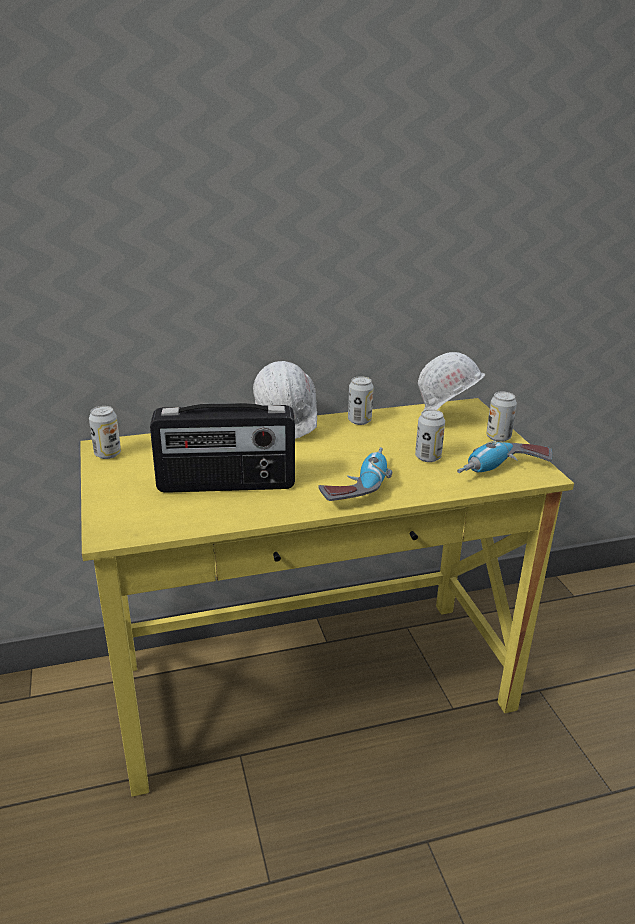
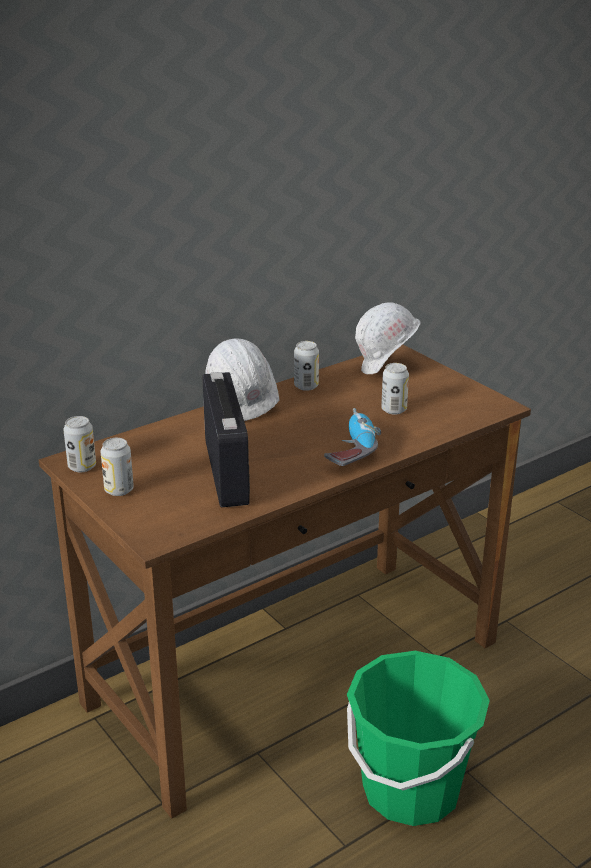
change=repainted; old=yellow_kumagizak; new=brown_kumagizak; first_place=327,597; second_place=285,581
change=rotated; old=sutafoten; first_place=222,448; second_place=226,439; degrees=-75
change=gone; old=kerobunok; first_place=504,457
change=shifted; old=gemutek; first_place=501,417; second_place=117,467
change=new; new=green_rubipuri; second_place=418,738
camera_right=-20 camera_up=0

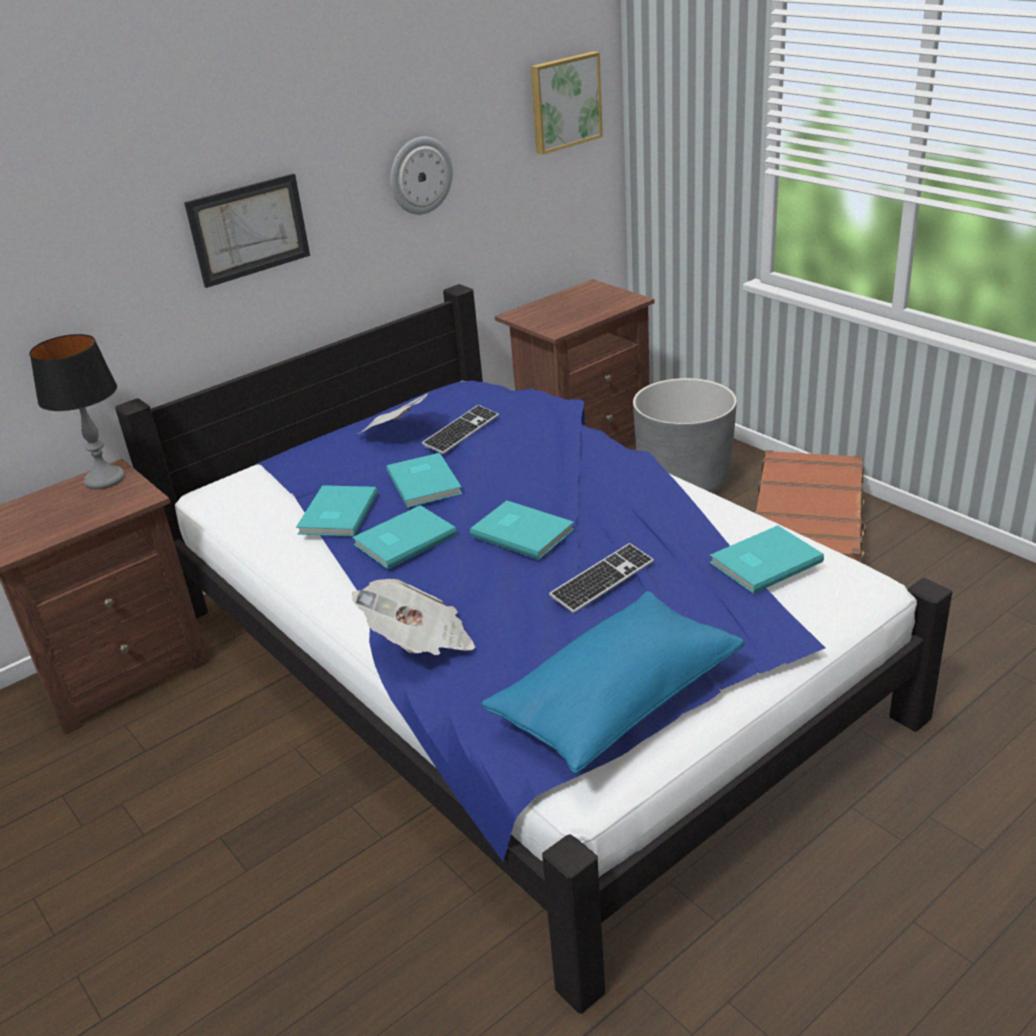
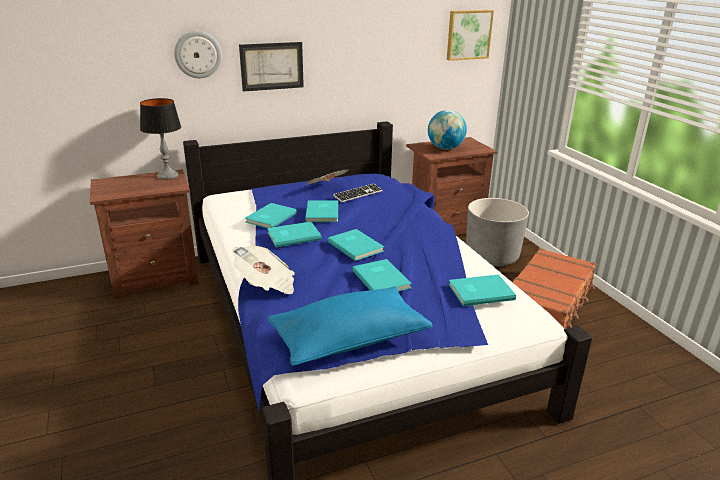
change=shifted; old=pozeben; first_place=421,176; second_place=198,54
change=swapped; old=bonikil; new=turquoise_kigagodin; first_place=601,578; second_place=382,275
change=new; new=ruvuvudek; second_place=447,130
camera_right=15 camera_up=-5

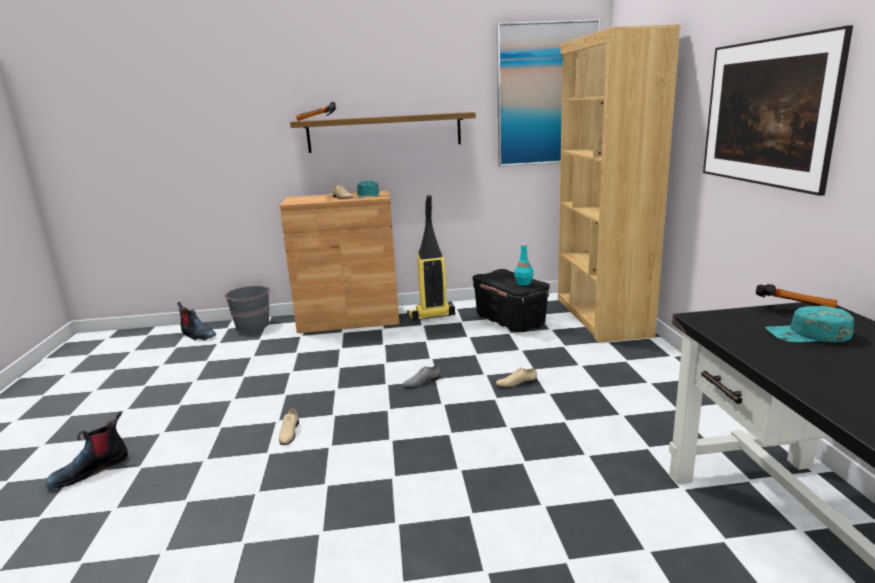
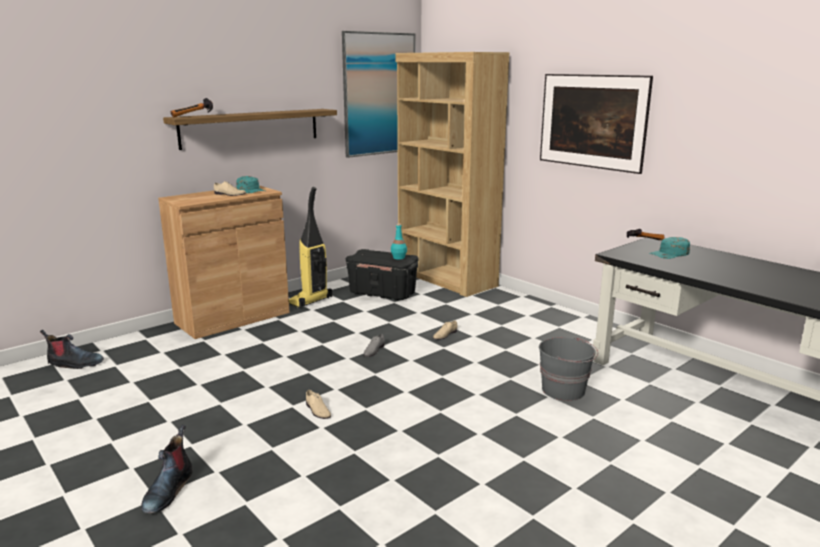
change=shifted; old=grey_rubipuri; first_place=247,309; second_place=568,369
camera_right=-35 camera_up=0

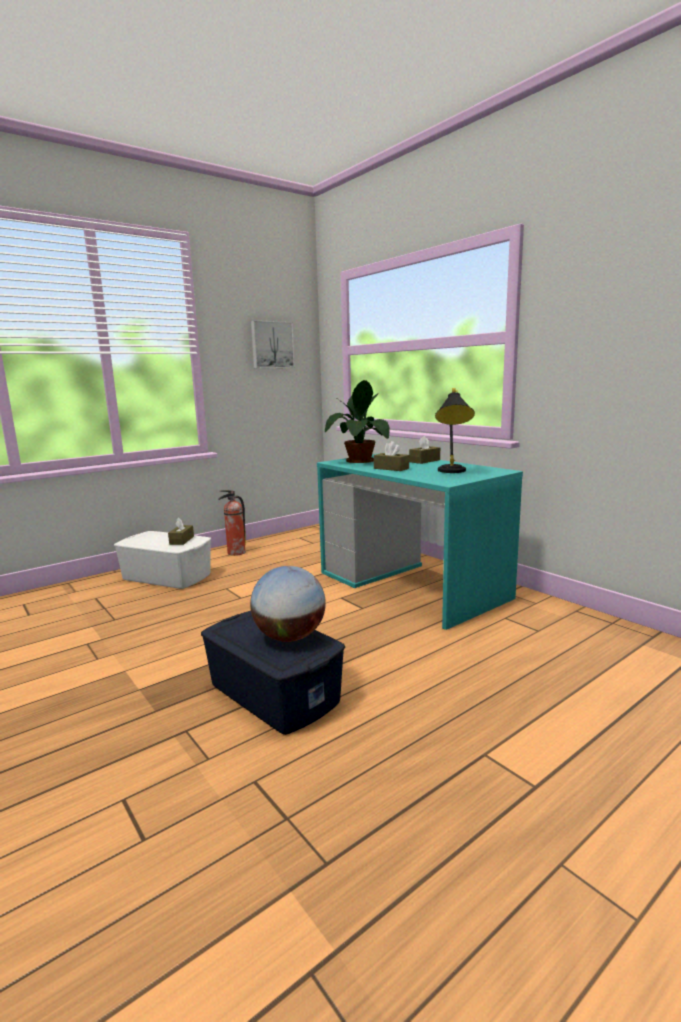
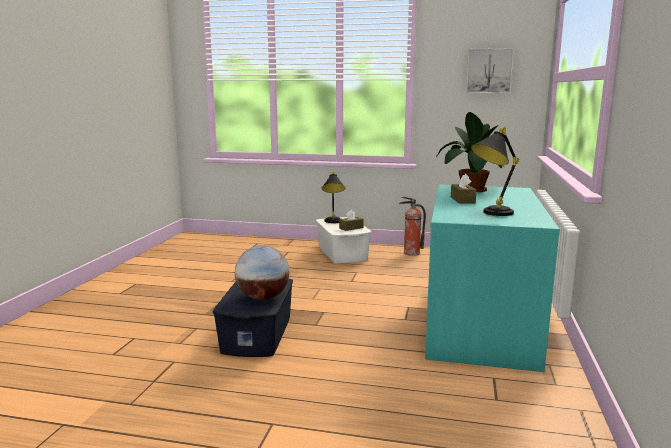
change=gone; old=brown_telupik; first_place=424,450
change=new; new=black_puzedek; second_place=333,197
camera_right=50 camera_up=0

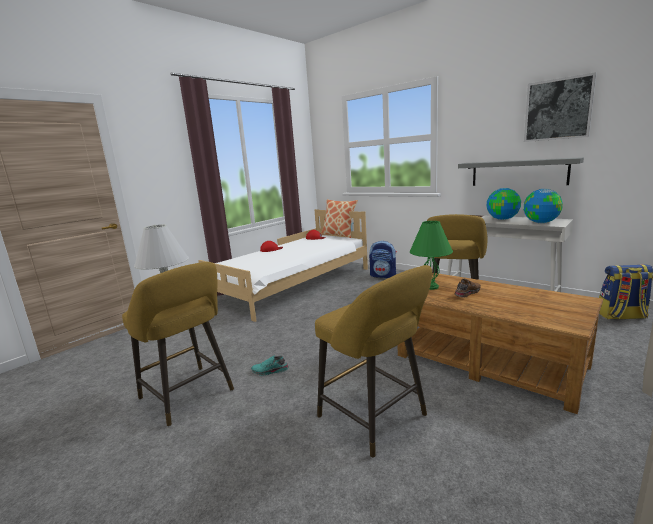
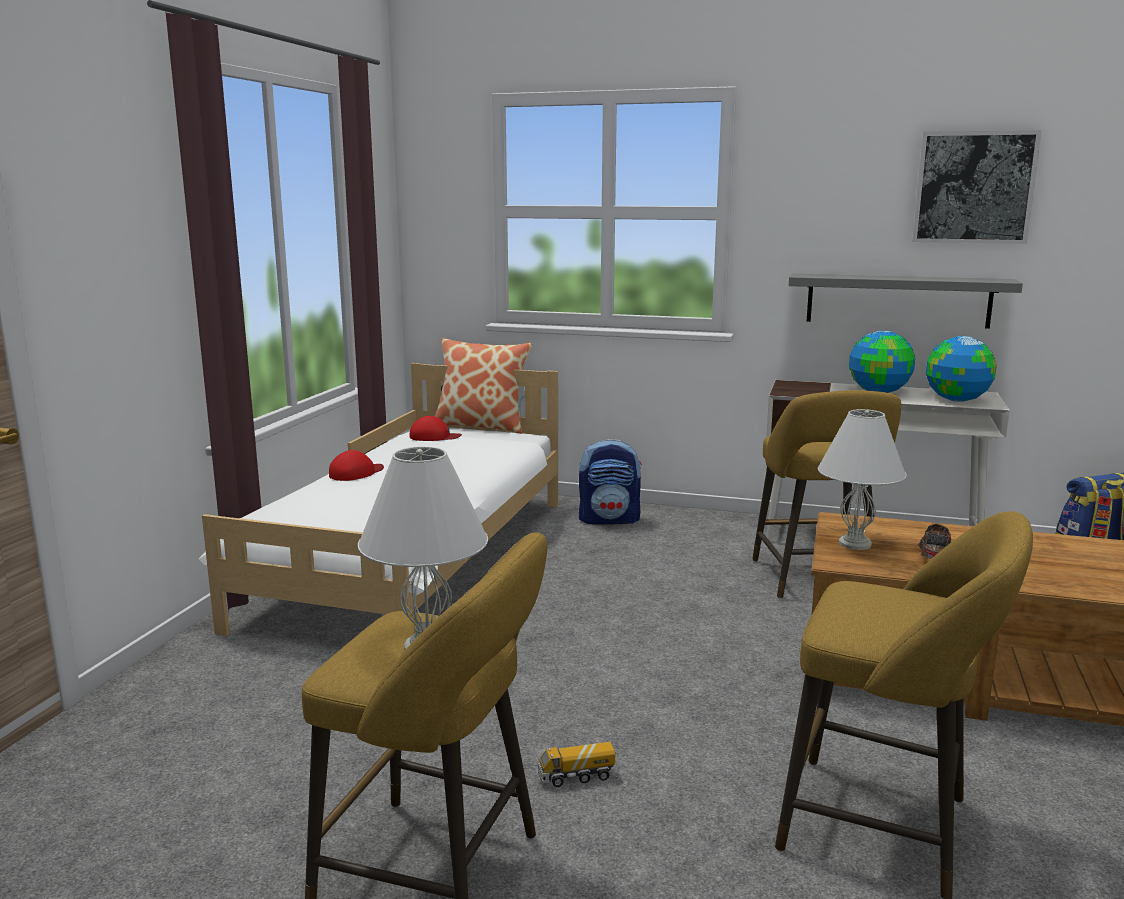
change=swapped; old=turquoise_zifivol; new=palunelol; first_place=270,365; second_place=576,764
change=repainted; old=green_puzedek; new=white_puzedek; first_place=431,255; second_place=862,479
camera_right=-25 camera_up=0

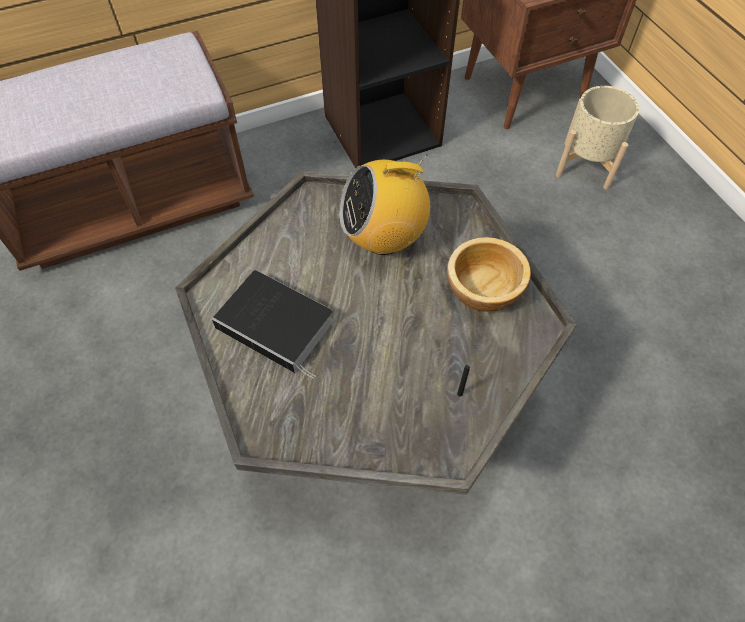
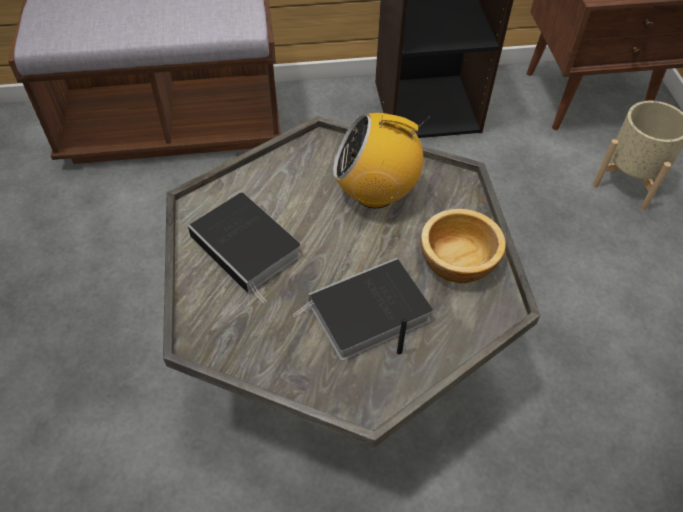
change=new; new=kigagodin; second_place=363,309
camera_right=15 camera_up=-5

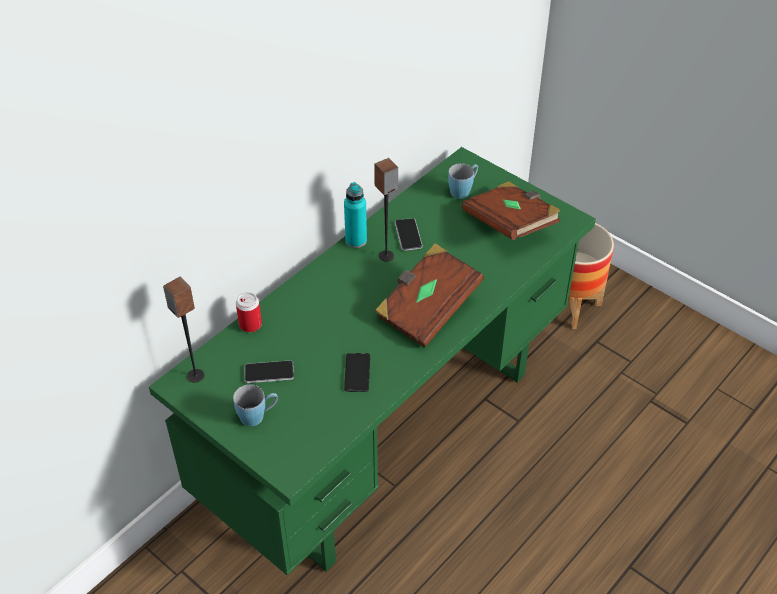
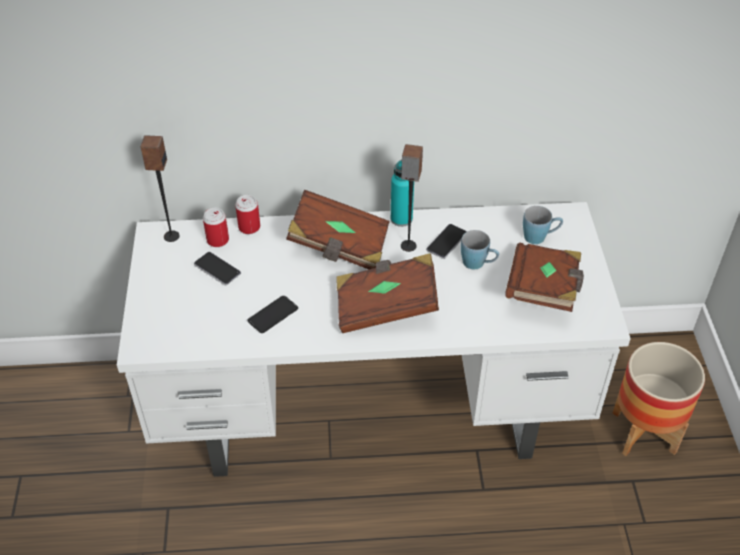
change=repainted; old=green_kumagizak; new=white_kumagizak; first_place=372,361; second_place=374,339
change=shifted; old=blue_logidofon; first_place=255,405; second_place=480,249
change=new; new=gemutek; second_place=216,227
change=new; new=brown_kigagodin; second_place=338,229
camera_right=45 camera_up=0

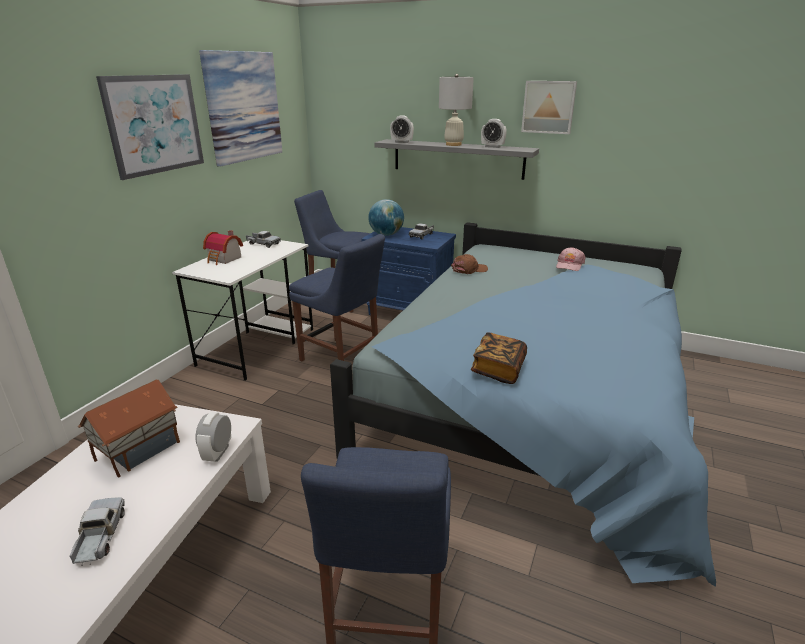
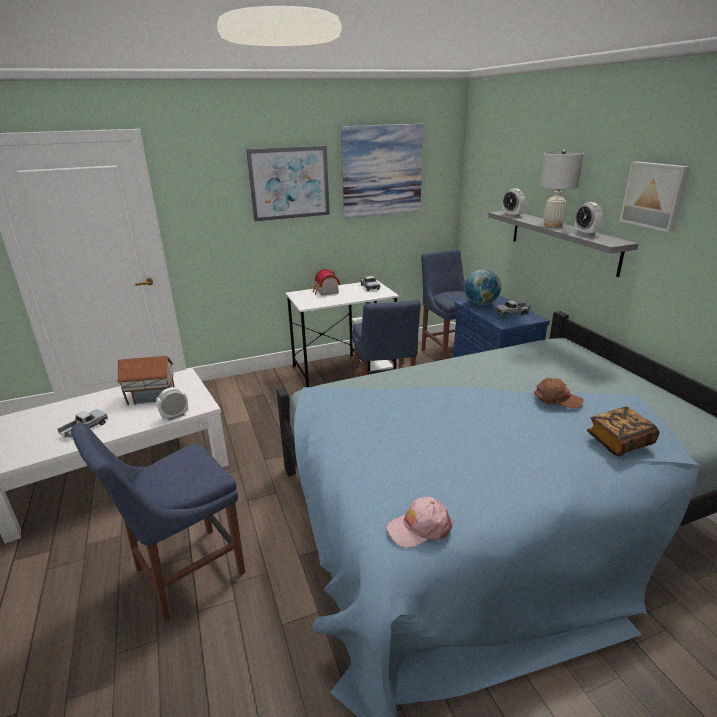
change=shifted; old=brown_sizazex; first_place=469,264; second_place=559,393
change=shifted; old=kigagodin; first_place=499,358; second_place=623,432
change=shifted; old=pink_sizazex; first_place=570,259; second_place=420,522
camera_right=45 camera_up=0

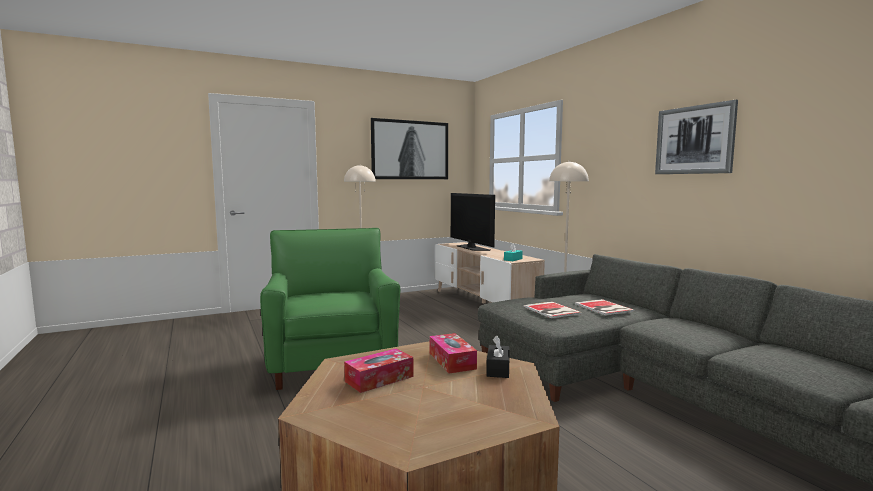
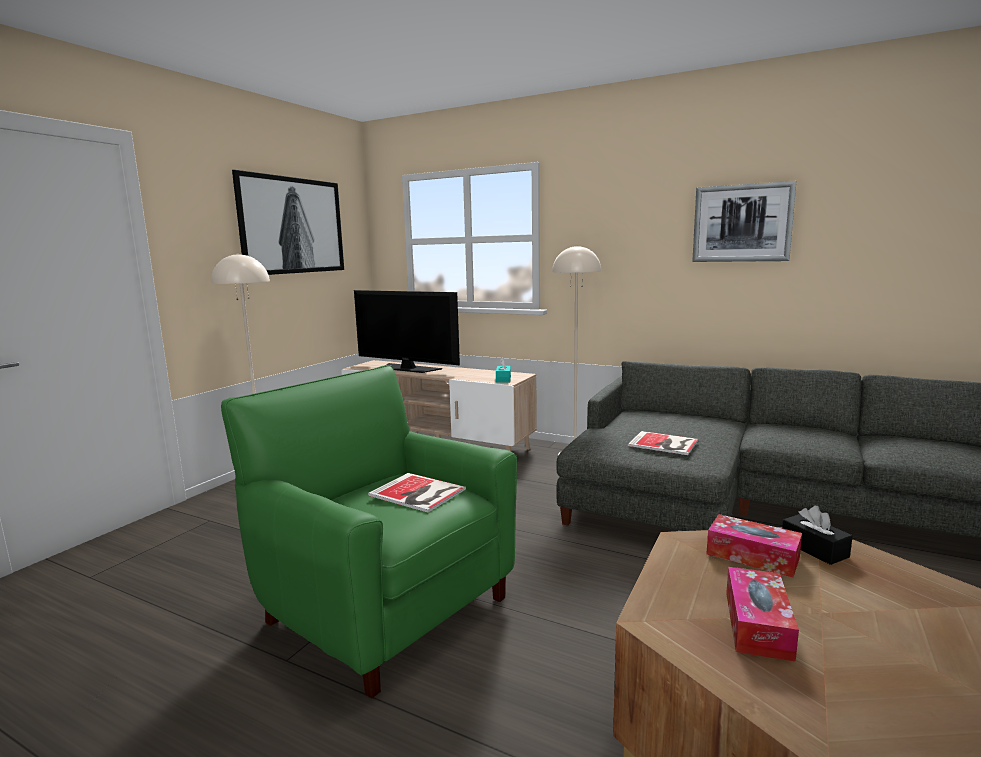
change=shifted; old=kigagodin; first_place=605,307; second_place=417,493
camera_right=-35 camera_up=5

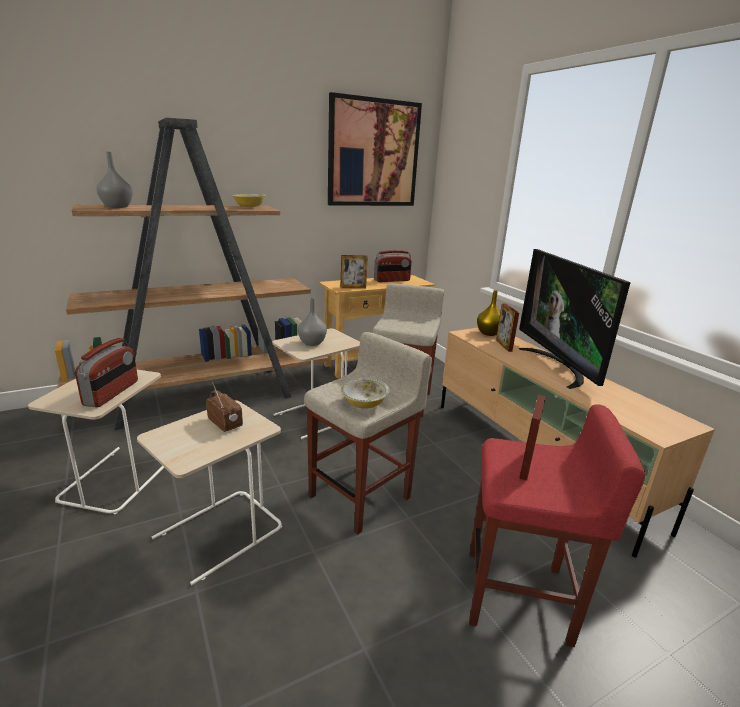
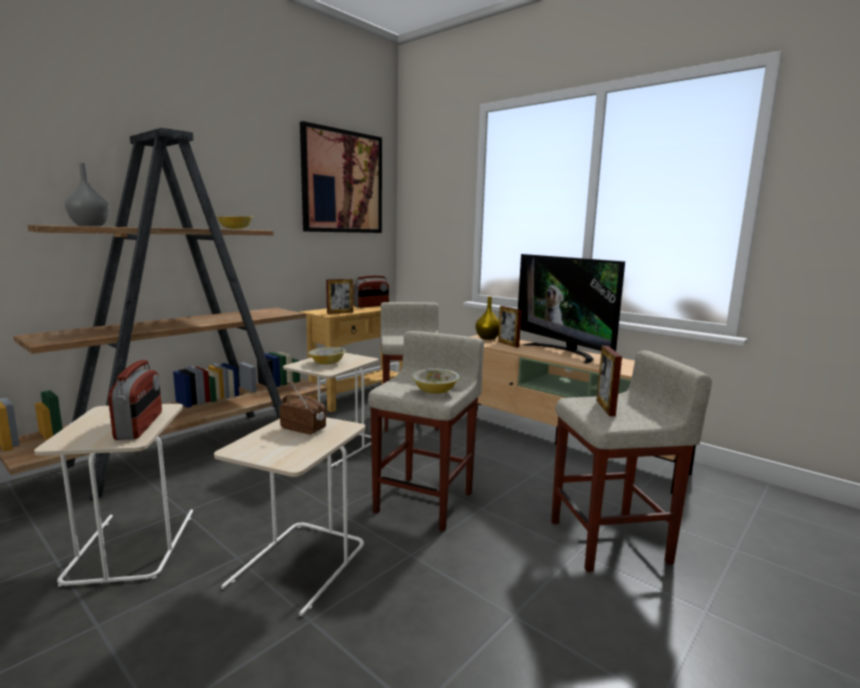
change=swapped; old=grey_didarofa; new=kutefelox; first_place=312,322; second_place=327,355
change=repainted; old=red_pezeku; new=beige_pezeku; first_place=557,525; second_place=631,461
camera_right=-20 camera_up=-10

